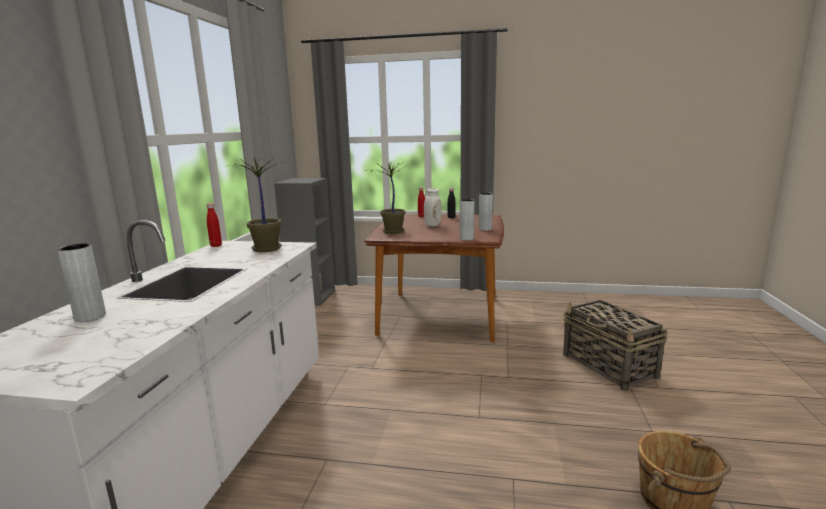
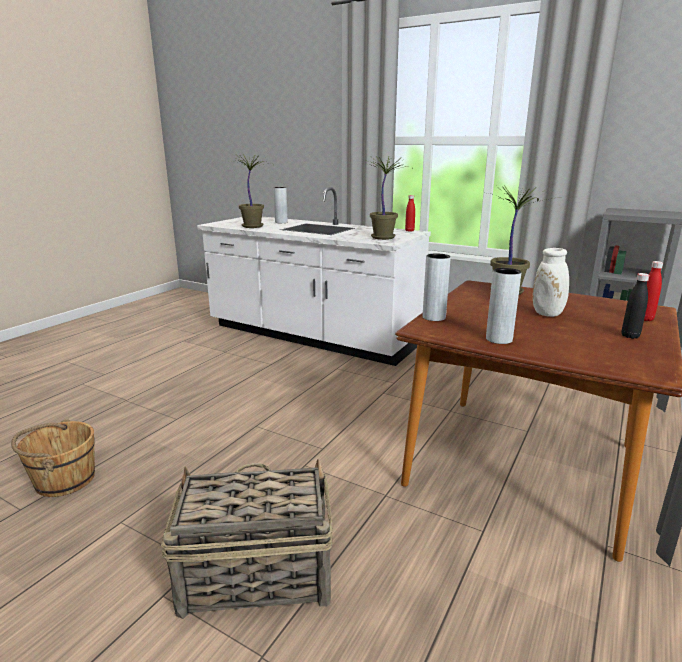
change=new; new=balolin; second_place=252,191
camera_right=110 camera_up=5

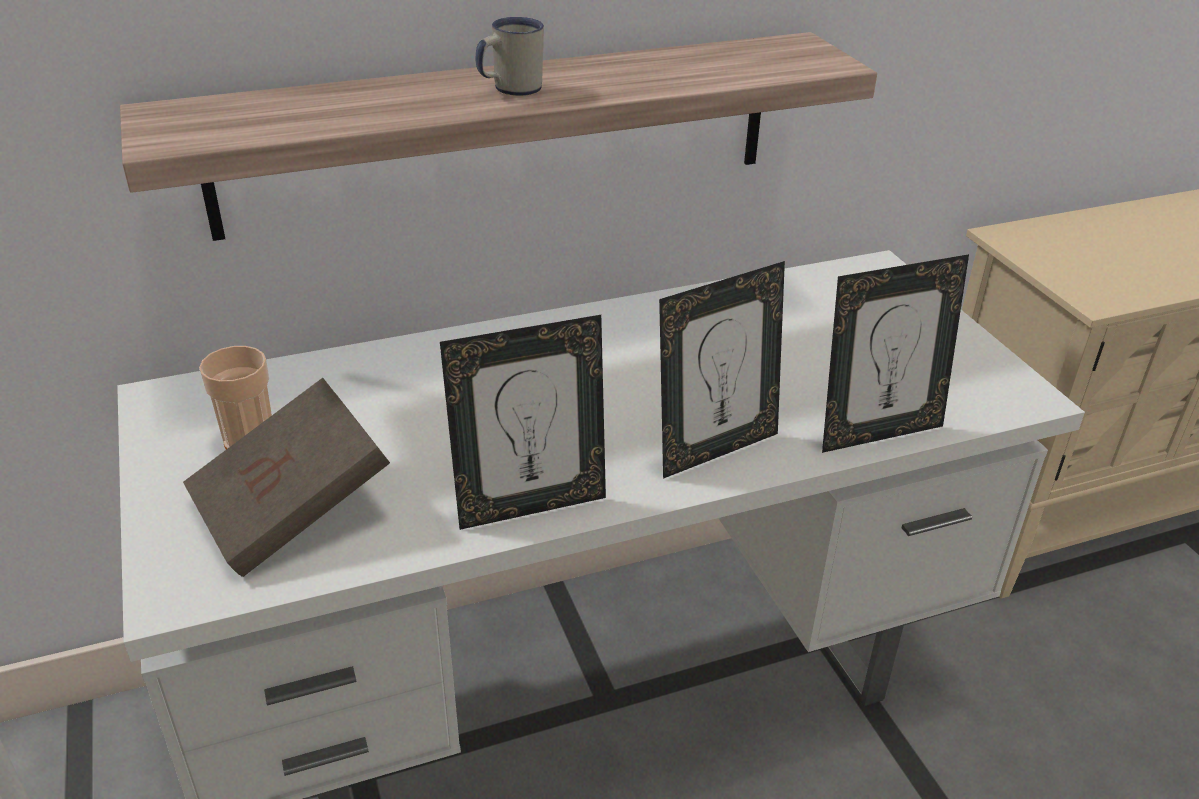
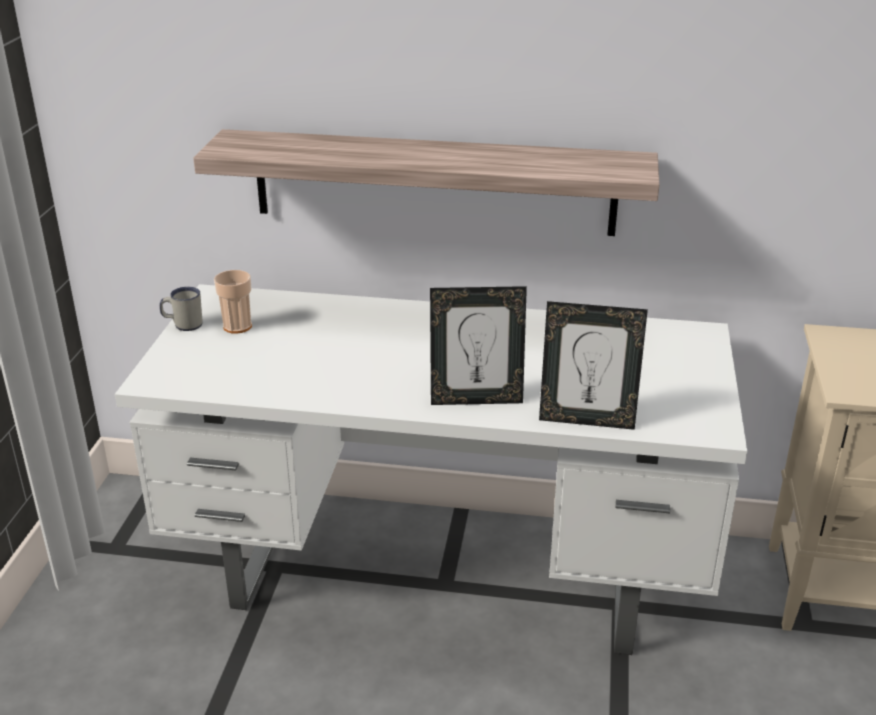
change=gone; old=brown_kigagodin; first_place=286,477
change=gone; old=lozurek; first_place=523,422
change=shifted; old=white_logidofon; first_place=510,56; second_place=181,309
camera_right=30 camera_up=-5

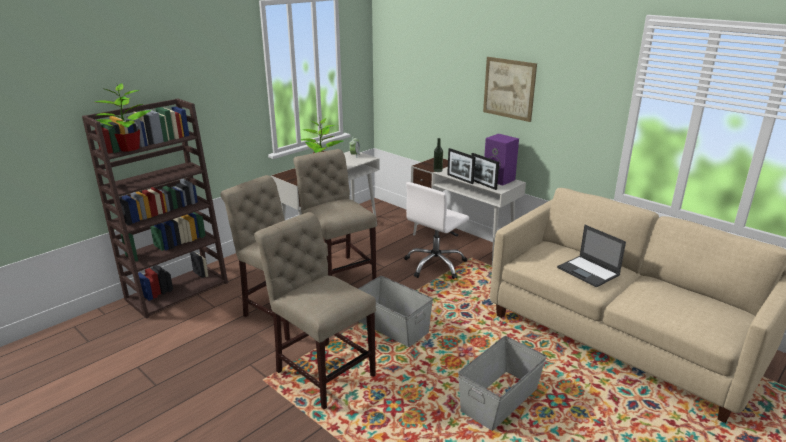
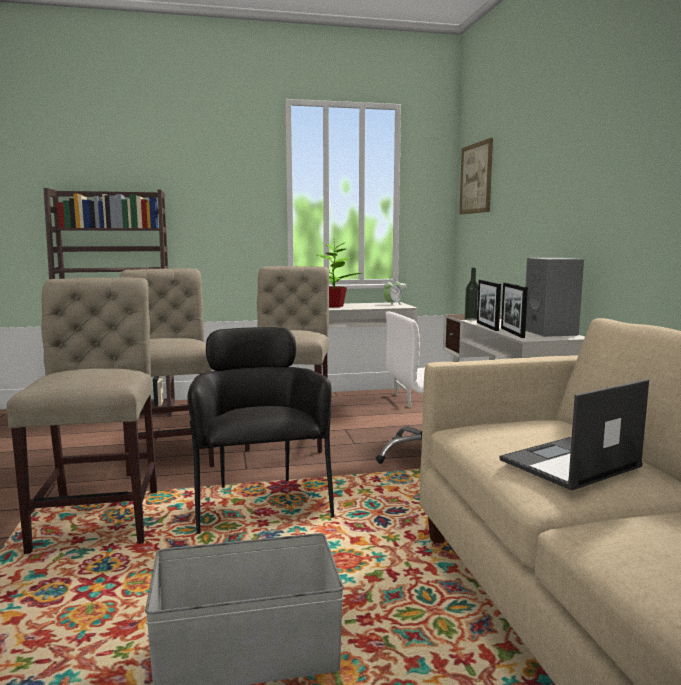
change=gone; old=balolin; first_place=123,117
change=swapped; old=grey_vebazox; new=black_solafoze; first_place=395,311; second_place=261,430
change=shifted; old=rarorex; first_place=510,89; second_place=476,176
change=repainted; old=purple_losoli; new=grey_losoli; first_place=501,160; second_place=554,297
change=rotated; old=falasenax; first_place=591,256; second_place=574,435; degrees=60
camera_right=35 camera_up=-15

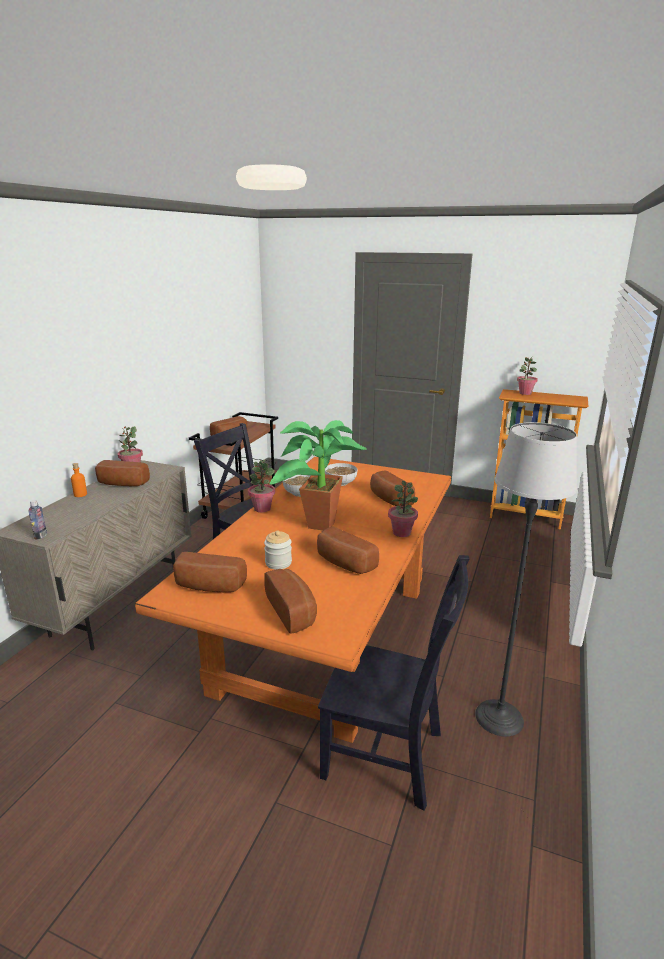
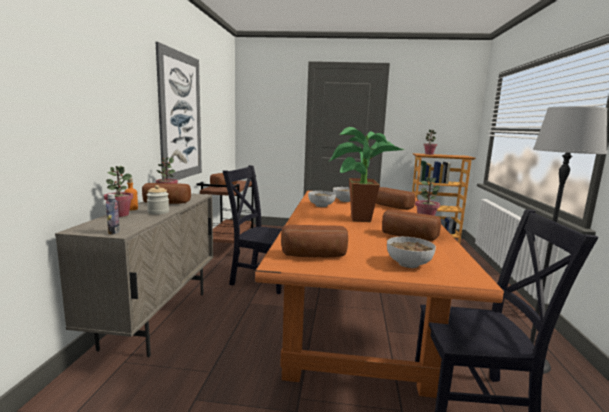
change=shifted; old=balolin; first_place=261,486; second_place=118,191
change=shifted; old=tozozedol; first_place=278,550; second_place=157,200
change=swapped; old=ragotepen; new=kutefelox; first_place=290,601; second_place=411,252
change=new; new=rarorex; second_place=179,111
camera_right=-15 camera_up=-10

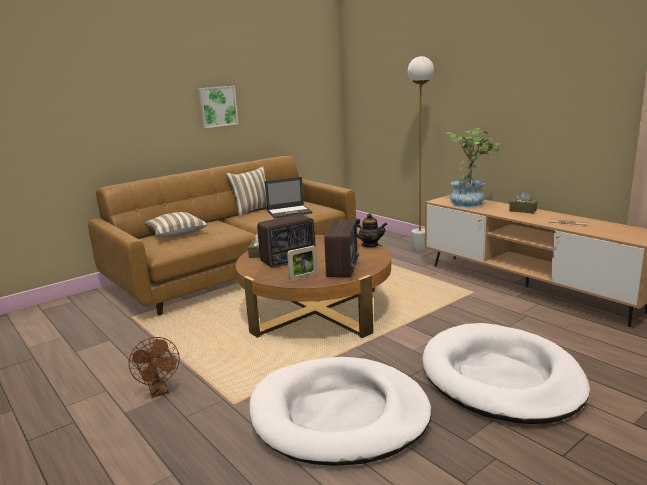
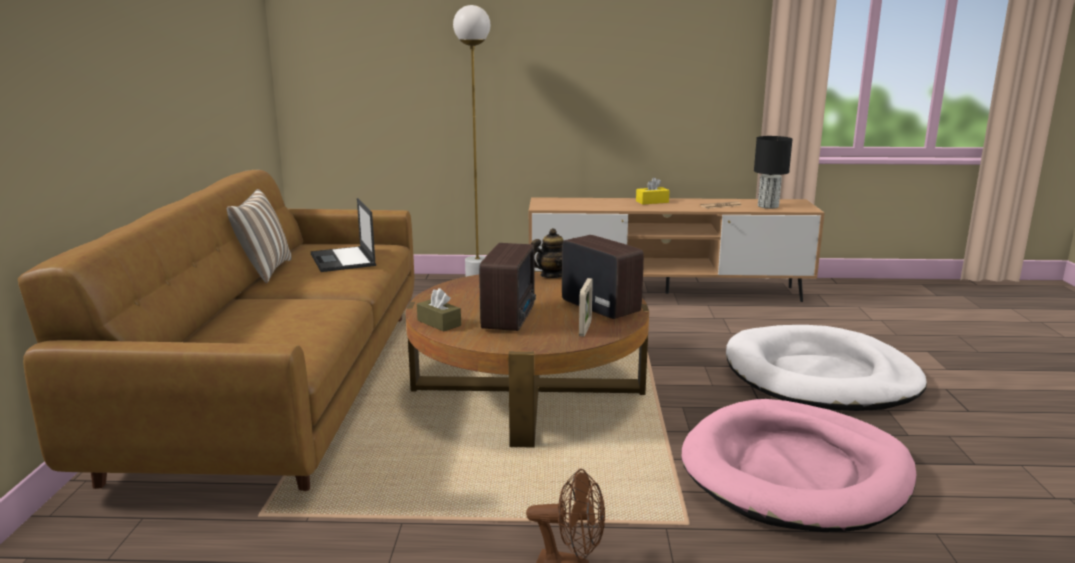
change=gone; old=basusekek; first_place=176,225
change=gone; old=rarorex; first_place=218,107
change=repainted; old=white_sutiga; new=pink_sutiga; first_place=340,411; second_place=799,465
change=rotated; old=falasenax; first_place=289,197; second_place=343,235; degrees=135
change=gone; old=balolin; first_place=474,168
change=repainted; old=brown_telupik; new=yellow_telupik; first_place=523,202; second_place=653,191
change=new; new=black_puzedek; second_place=773,172
camera_right=-50 camera_up=0

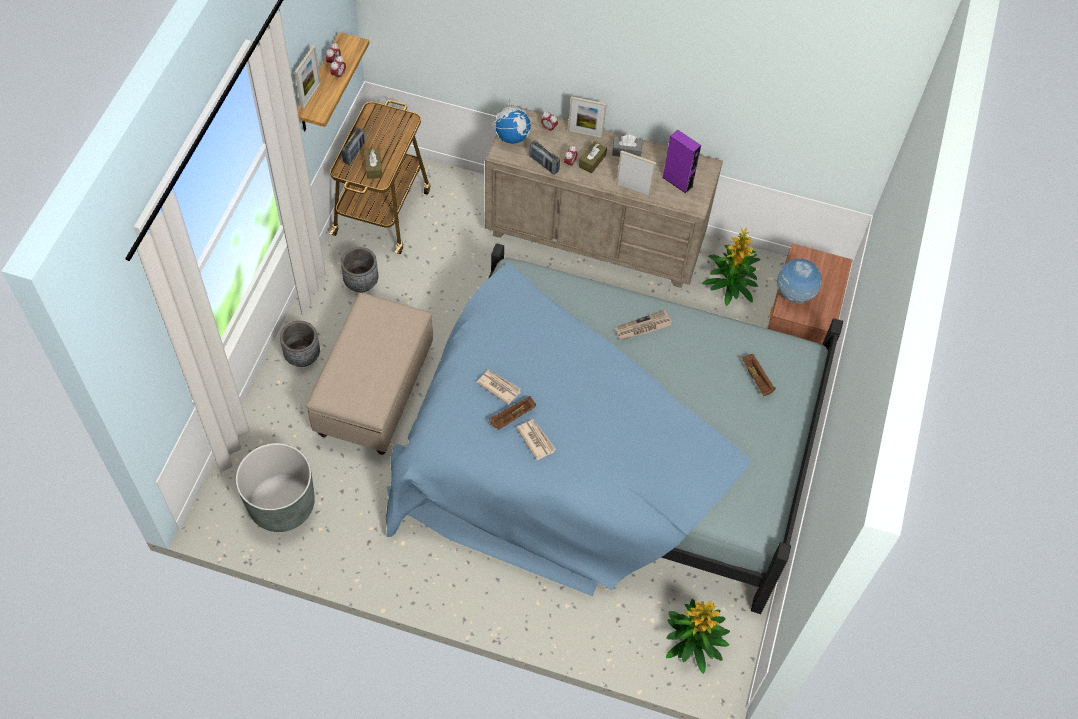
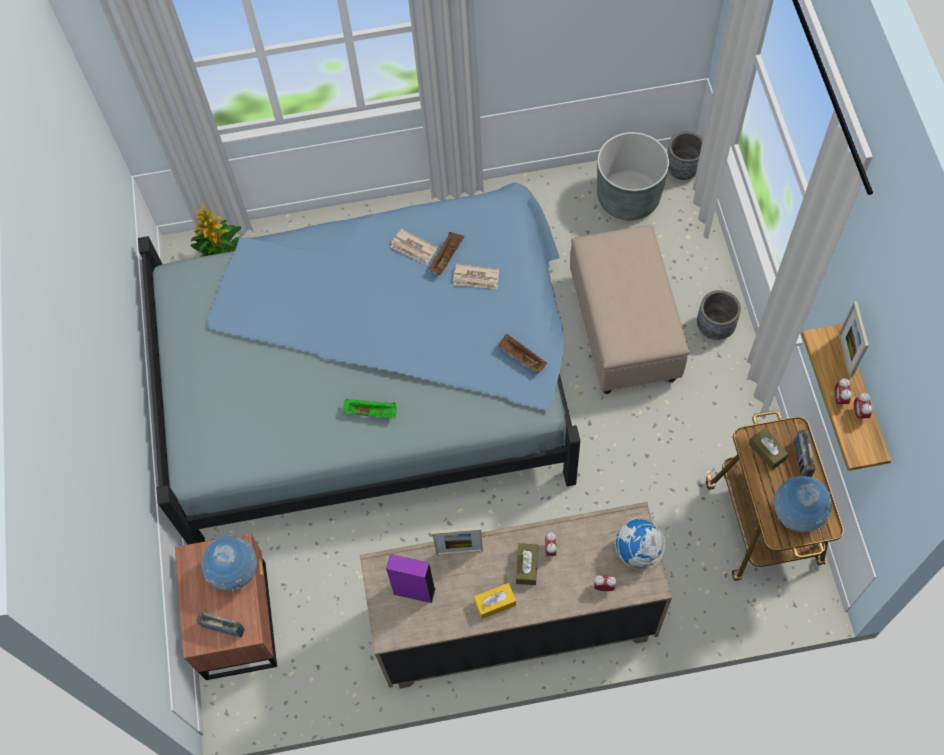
change=shifted; old=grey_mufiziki; first_place=359,270; second_place=685,155
change=shifted; old=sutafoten; first_place=544,157; second_place=220,624
change=gone; old=lozurek; first_place=587,117
change=repainted; old=grey_telupik; new=yellow_telupik; first_place=627,146; second_place=495,601
change=swapped; old=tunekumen; new=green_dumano; first_place=643,325; second_place=370,409
change=gone; old=balolin; first_place=731,267
change=shifted; old=brown_dumano; first_place=758,375; second_place=522,353
change=new; new=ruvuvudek; second_place=803,504
camera_right=160 camera_up=5

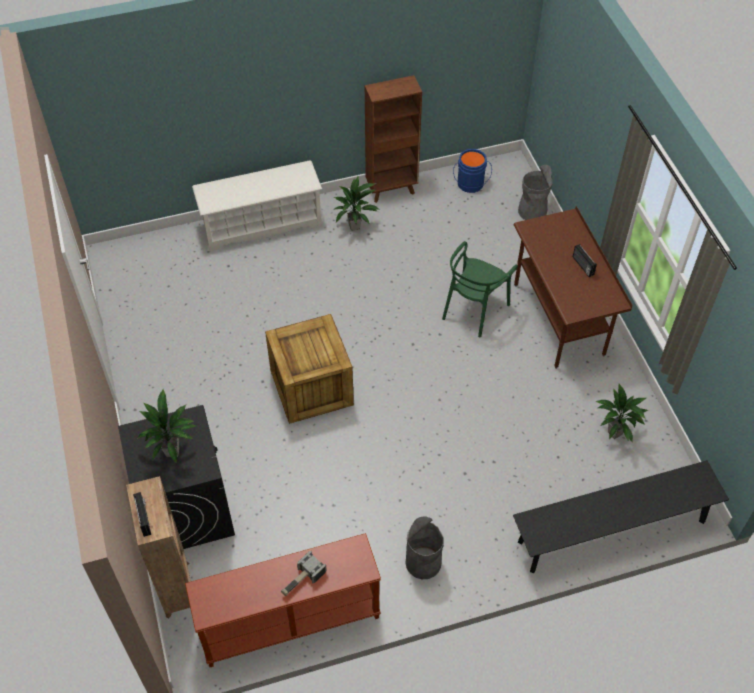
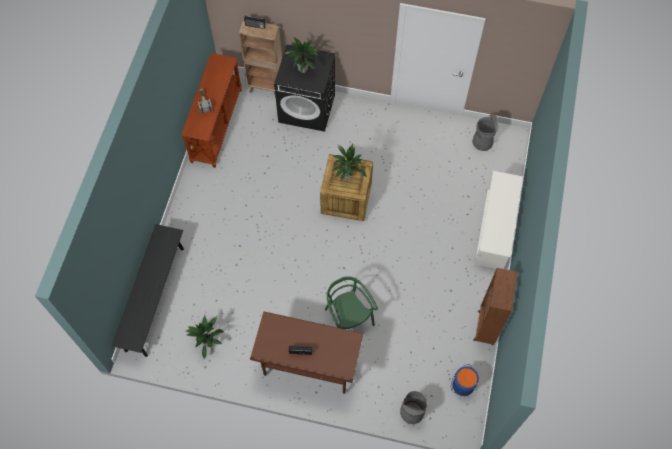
change=shifted; old=balolin; first_place=357,204; second_place=349,162
change=shifted; old=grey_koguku; first_place=424,547; second_place=485,132
camera_right=120 camera_up=10

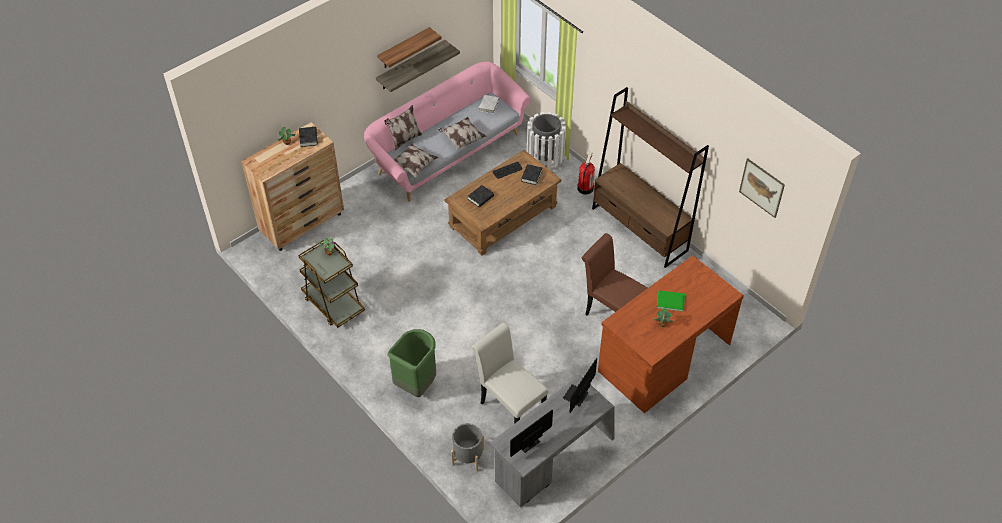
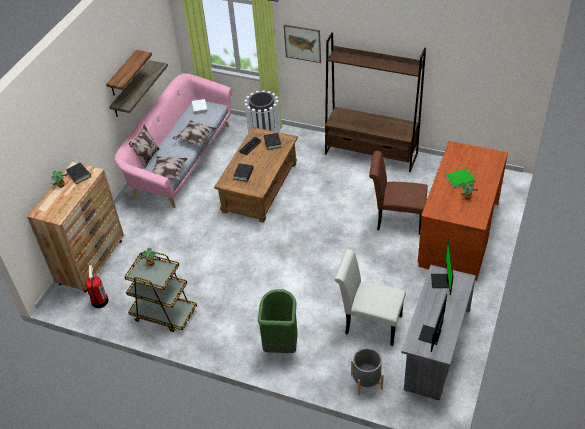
change=shifted; old=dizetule; first_place=586,173; second_place=96,286
change=shifted; old=rarorex; first_place=762,188; second_place=302,43
camera_right=-25 camera_up=-5

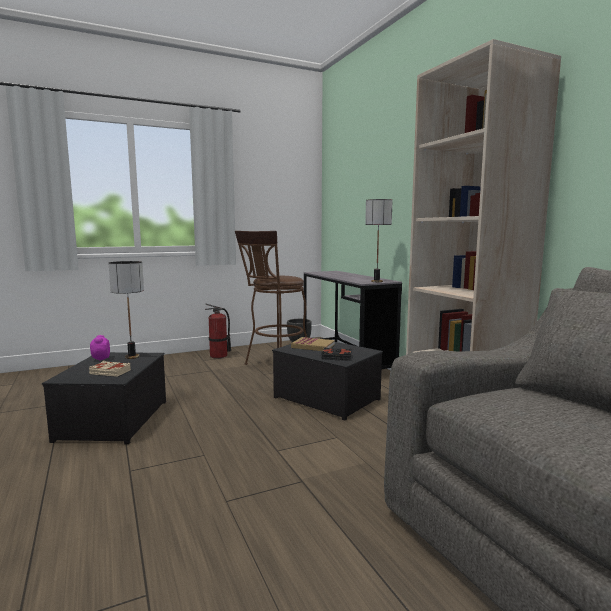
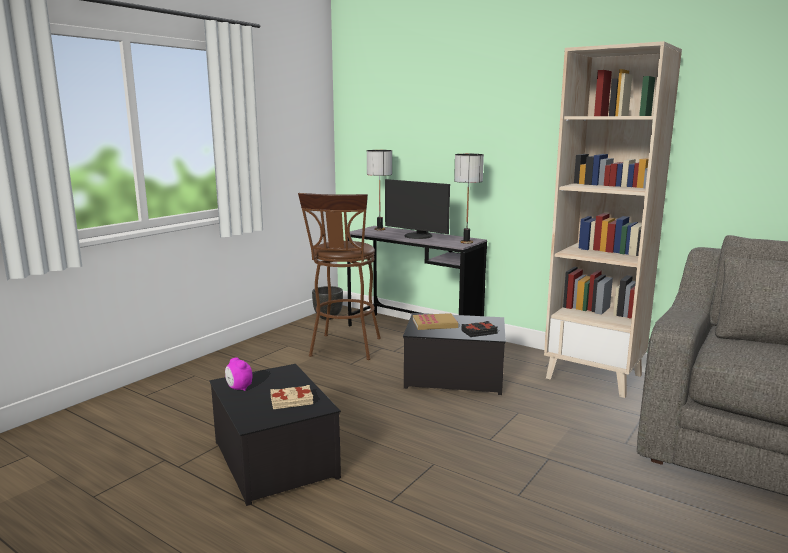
change=shifted; old=puzedek; first_place=126,310; second_place=379,190
change=gone; old=dizetule; first_place=218,331
change=new; new=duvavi; second_place=417,209
camera_right=-30 camera_up=5

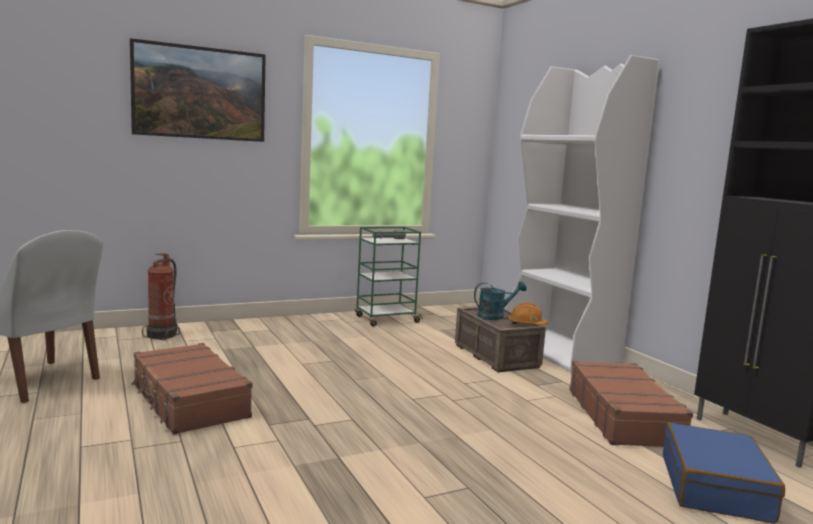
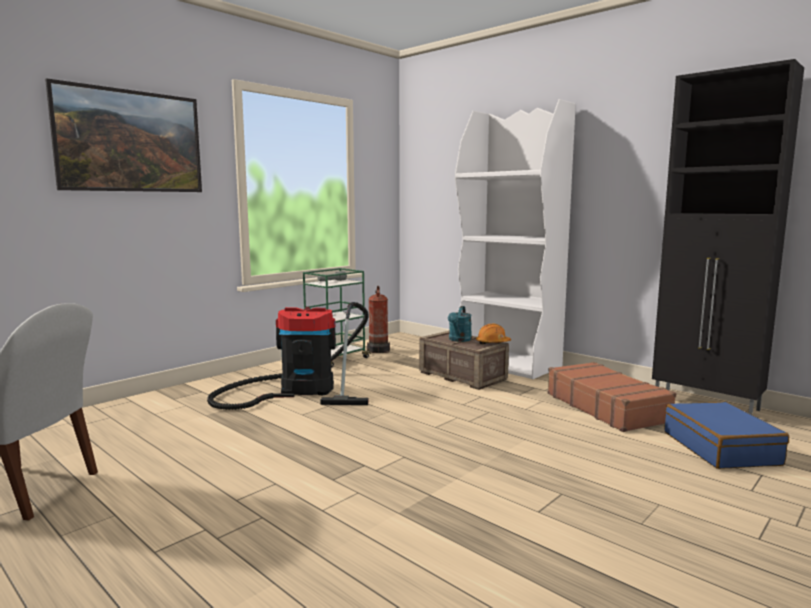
change=gone; old=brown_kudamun; first_place=192,389
change=shifted; old=dizetule; first_place=161,296; second_place=378,319
change=rotated; old=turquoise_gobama; first_place=500,300; second_place=460,324; degrees=150
change=new; new=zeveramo; second_place=288,356
camera_right=-20 camera_up=0

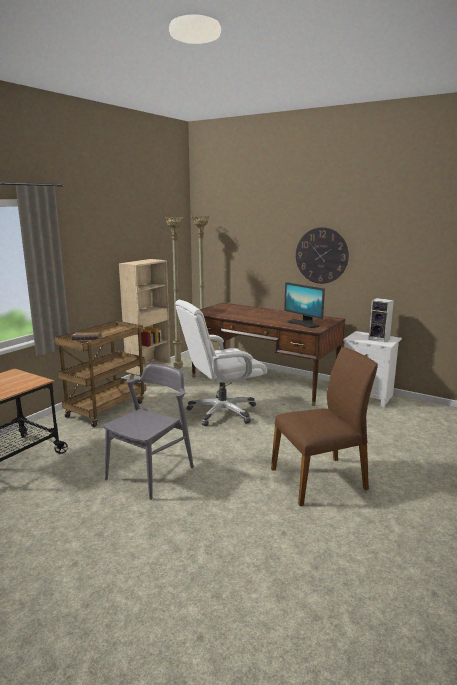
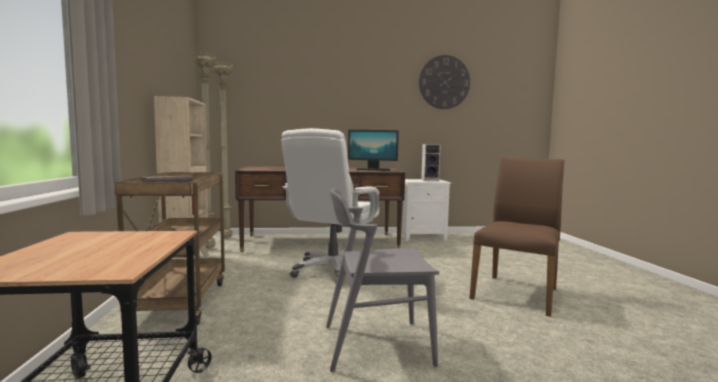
change=rotated; old=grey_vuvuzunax; first_place=148,431; second_place=382,280; degrees=-90
change=shifted; old=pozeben; first_place=322,255; second_place=444,82
camera_right=-40 camera_up=-10

